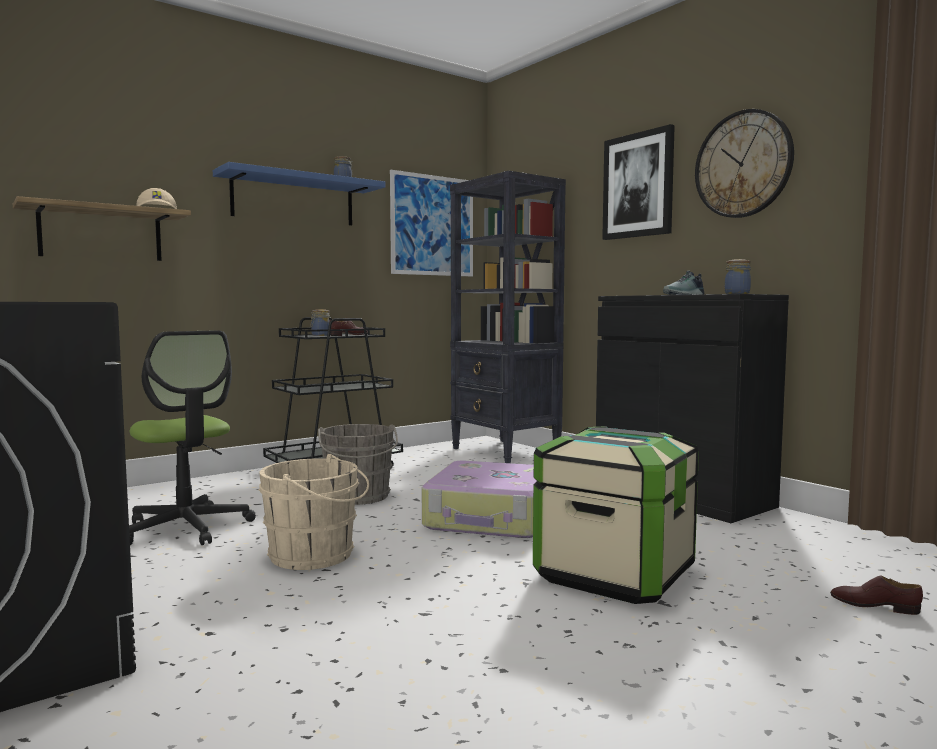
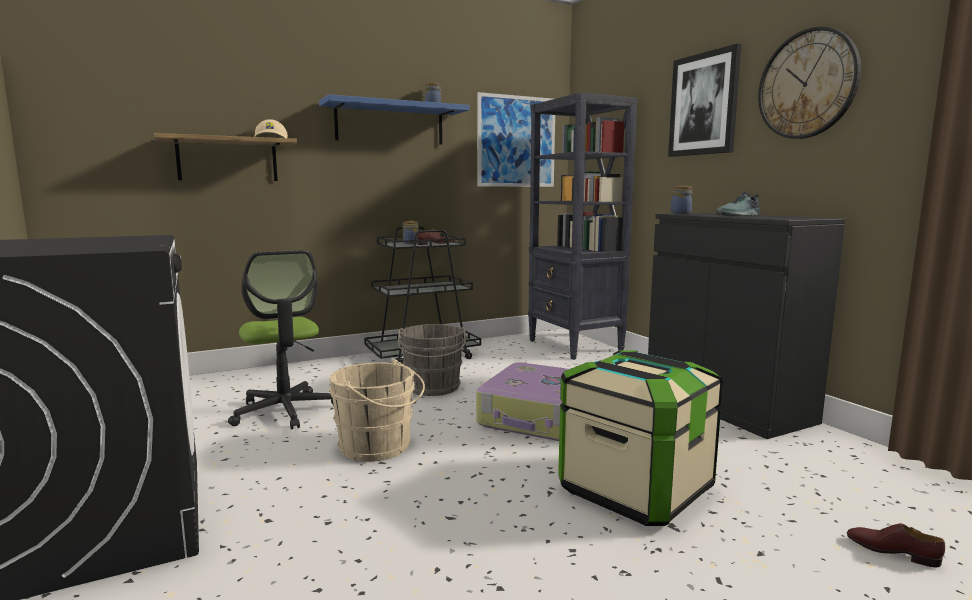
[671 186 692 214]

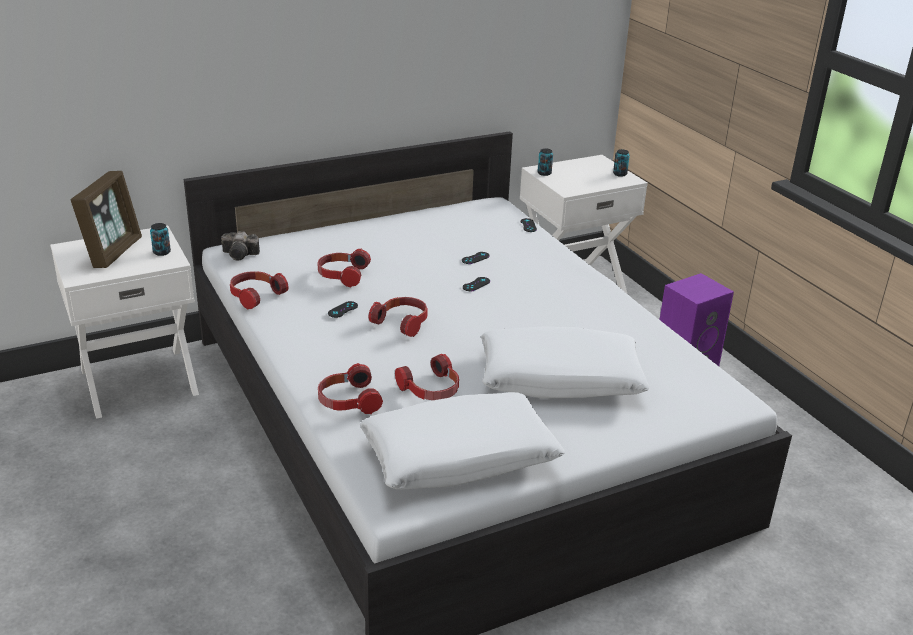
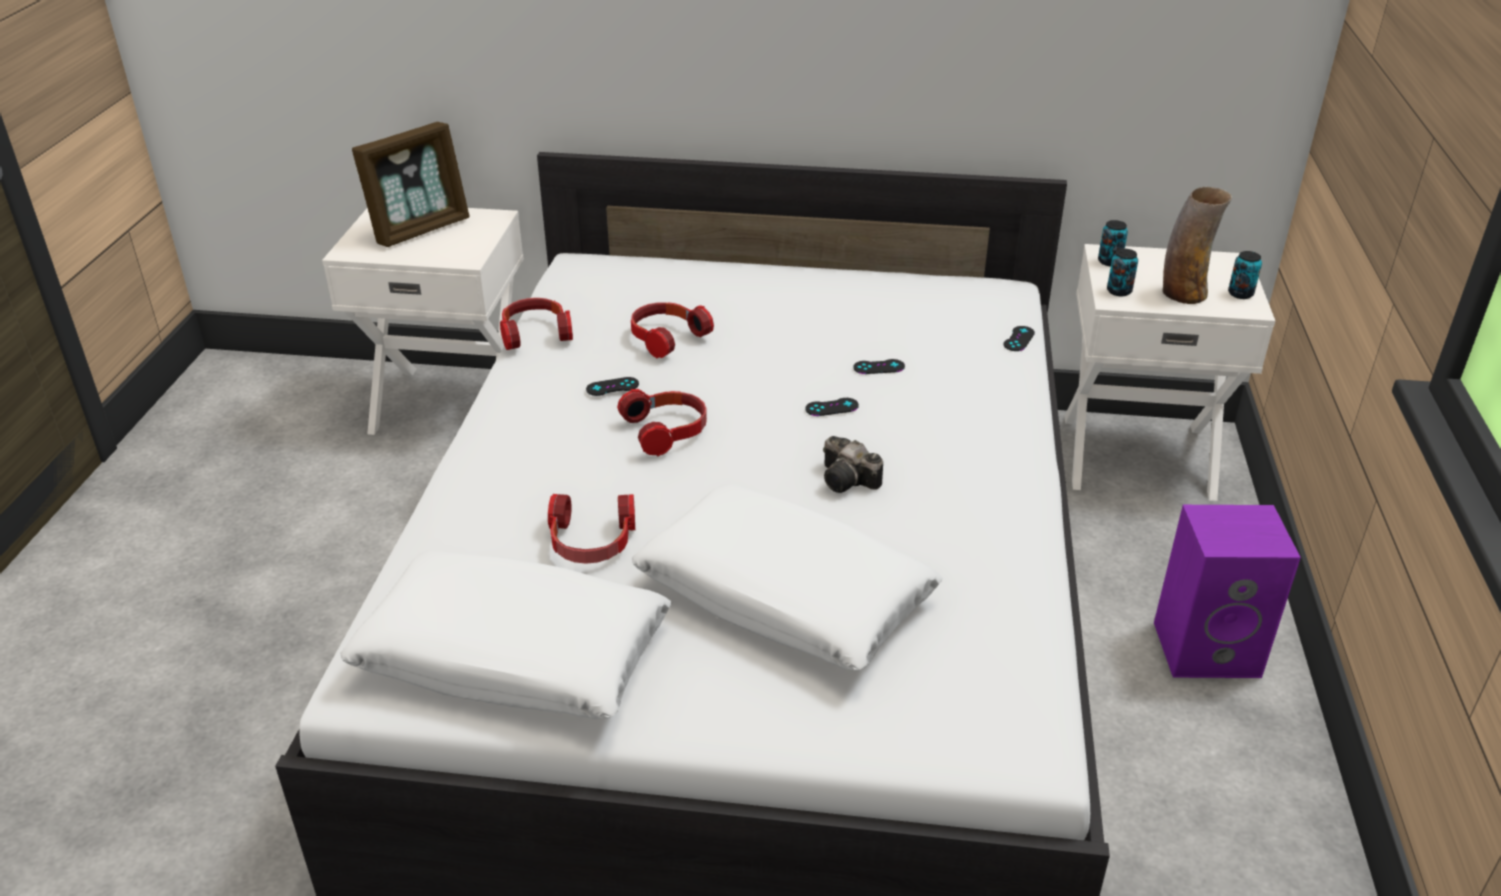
[1107 248 1138 296]
[823 436 883 493]
[318 363 383 414] (first image)
[1163 187 1232 304]

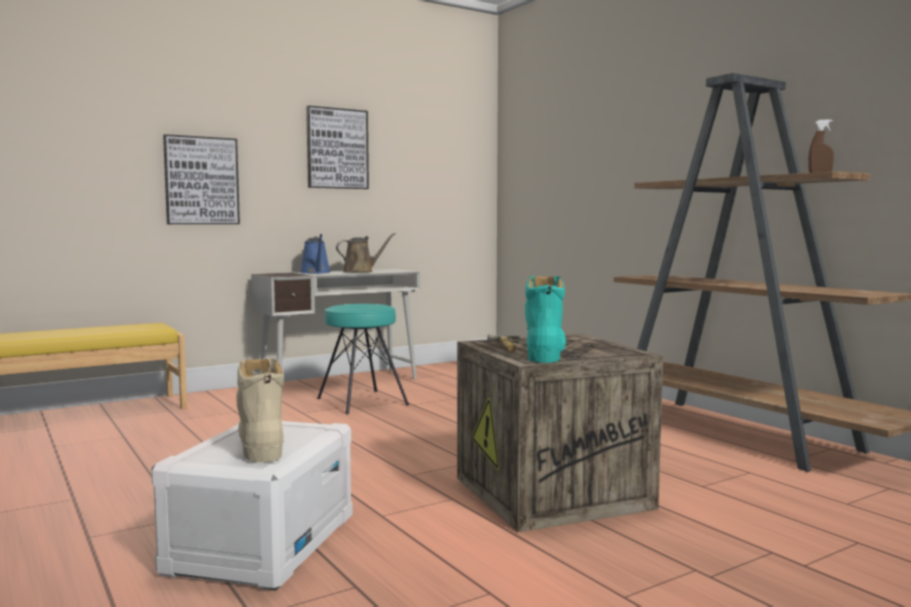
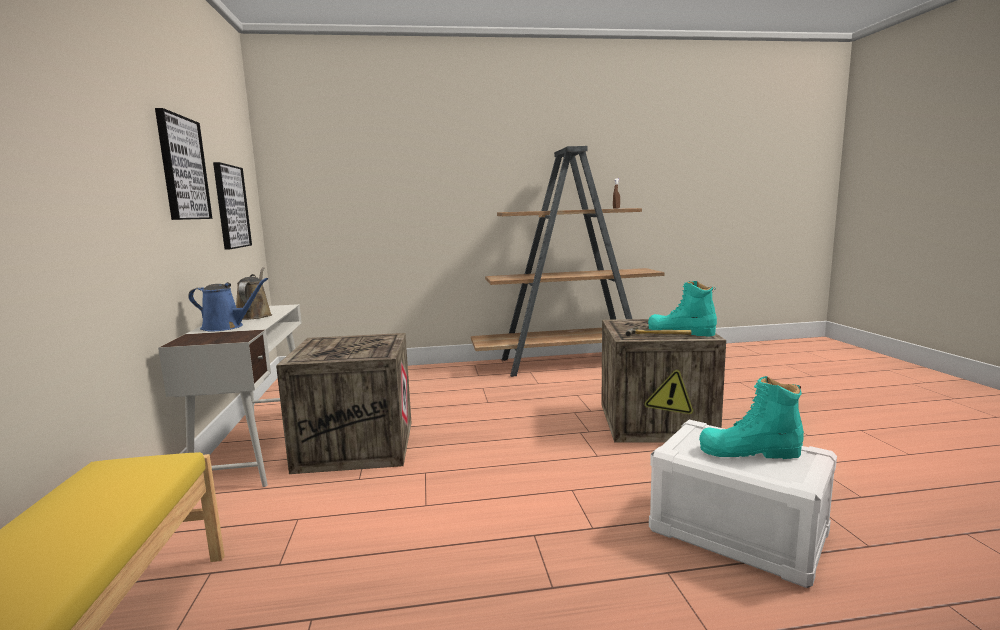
[213 162 252 250]
[699 376 804 459]
[276 333 412 474]

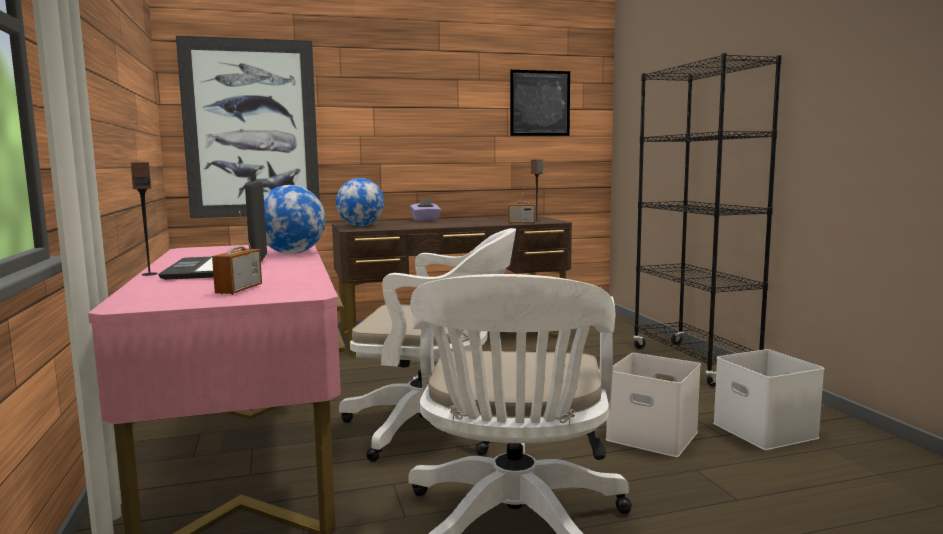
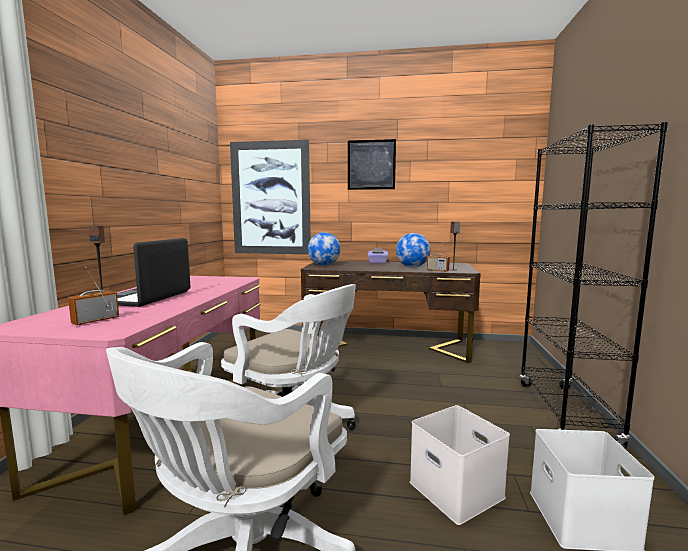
[396 233 430 268]
[348 139 396 190]

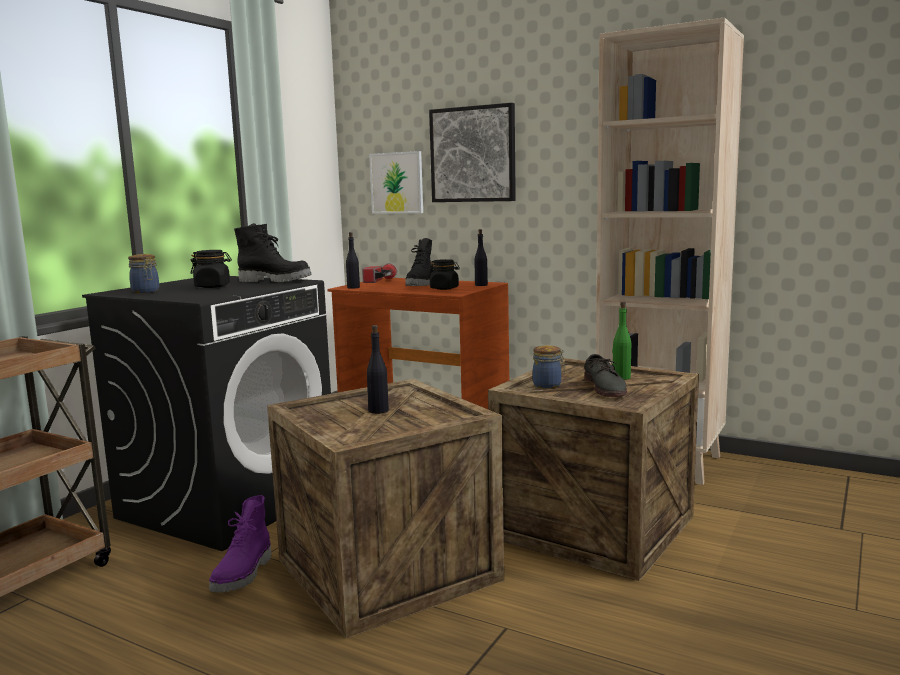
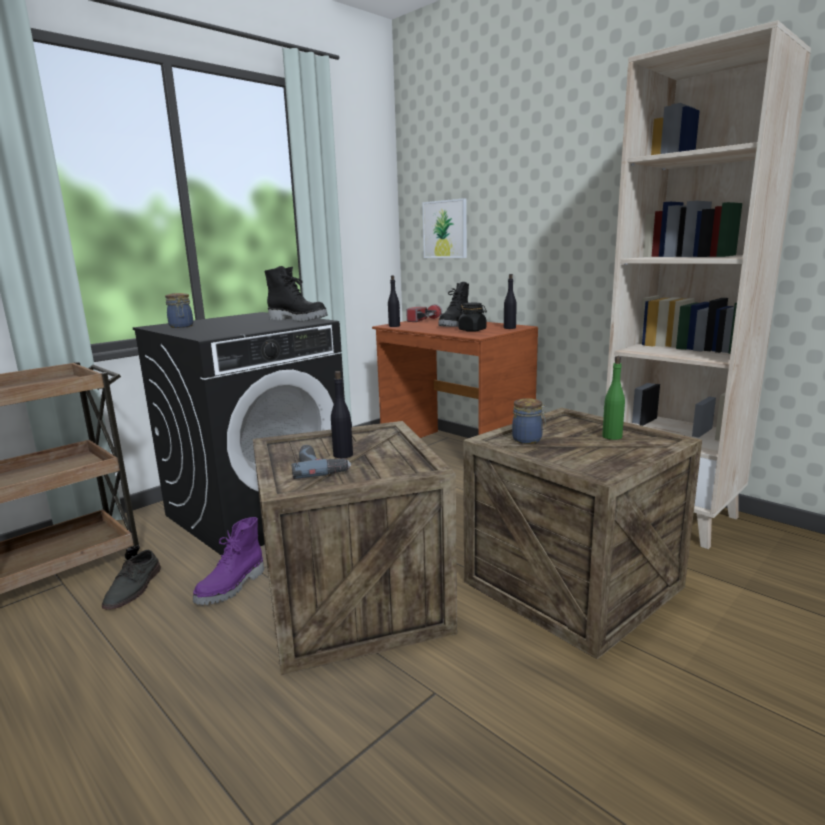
[191 250 232 288] (first image)
[429 103 516 202] (first image)
[102 550 161 609]
[292 445 351 479]

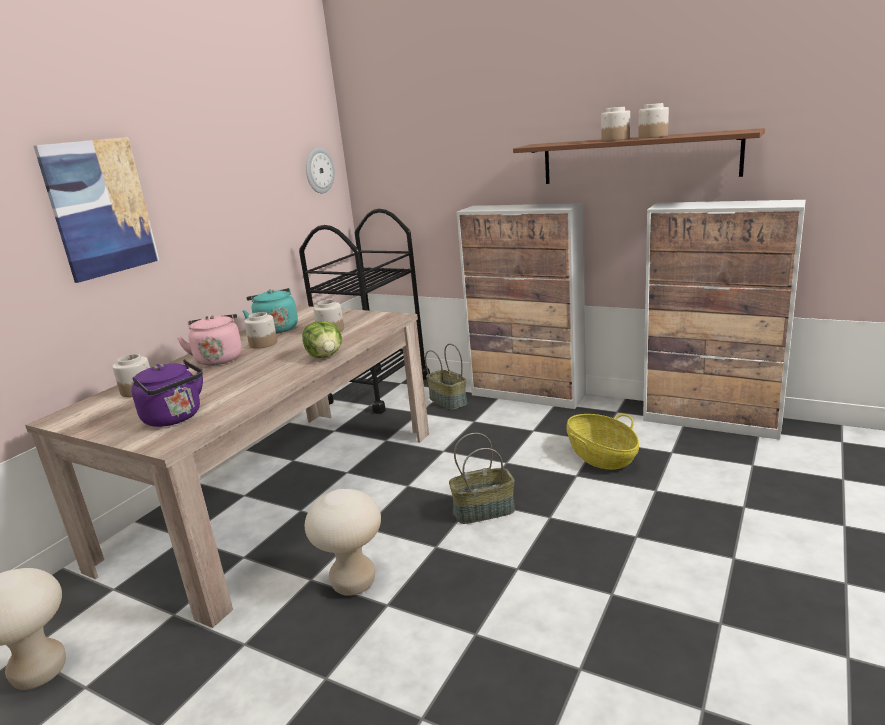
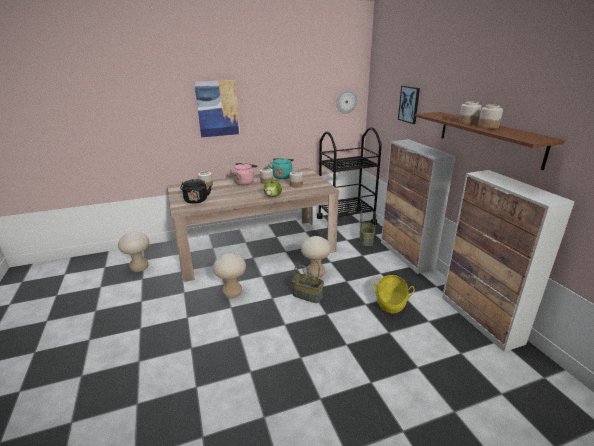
[180 179 211 204]
[301 236 331 278]
[398 86 420 124]

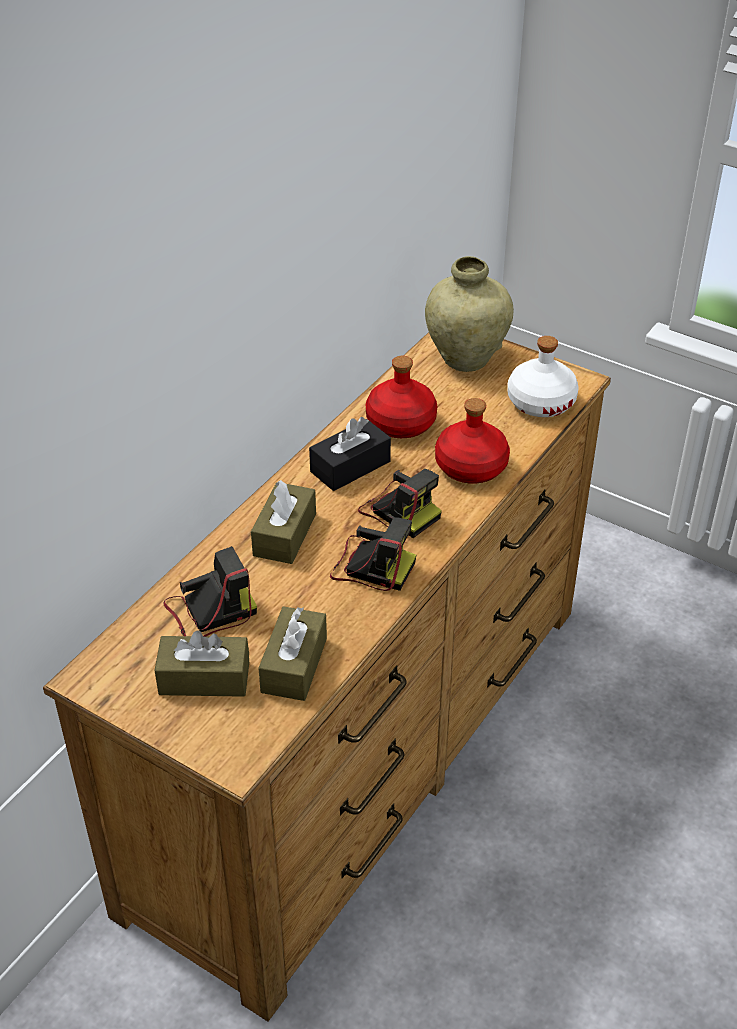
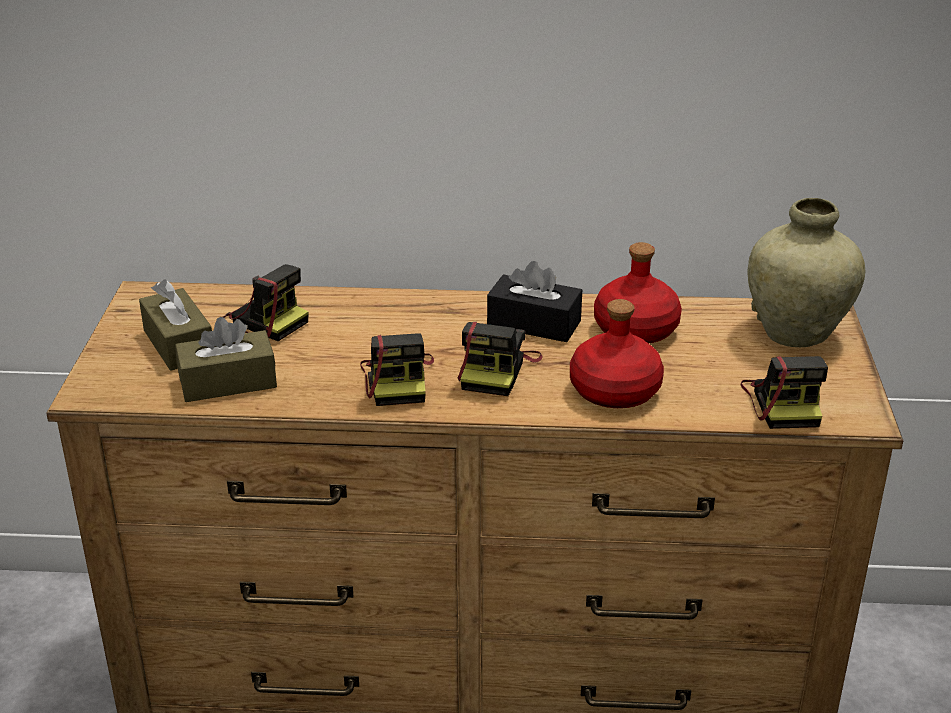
[251 480 316 564] (first image)
[740 356 828 429]

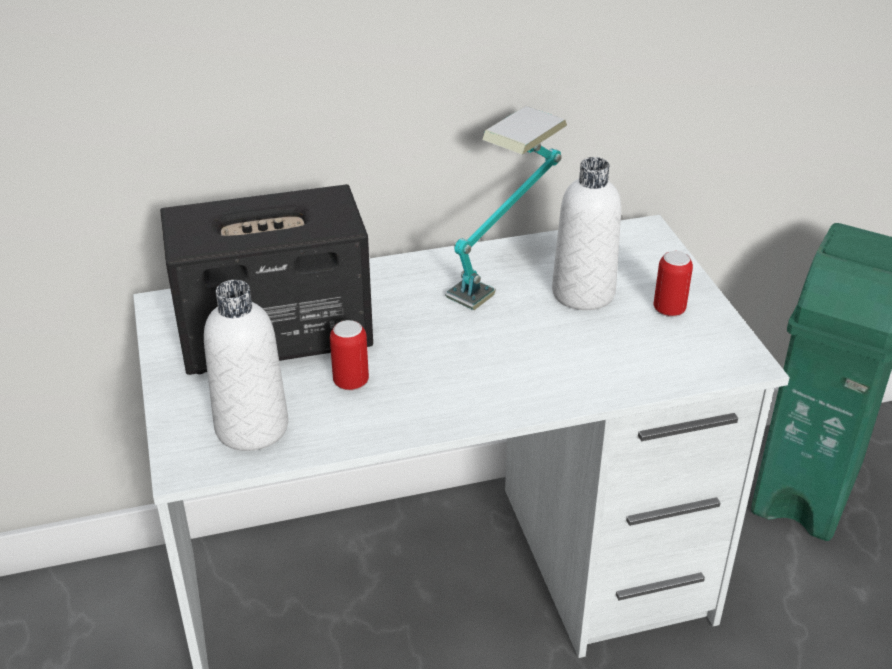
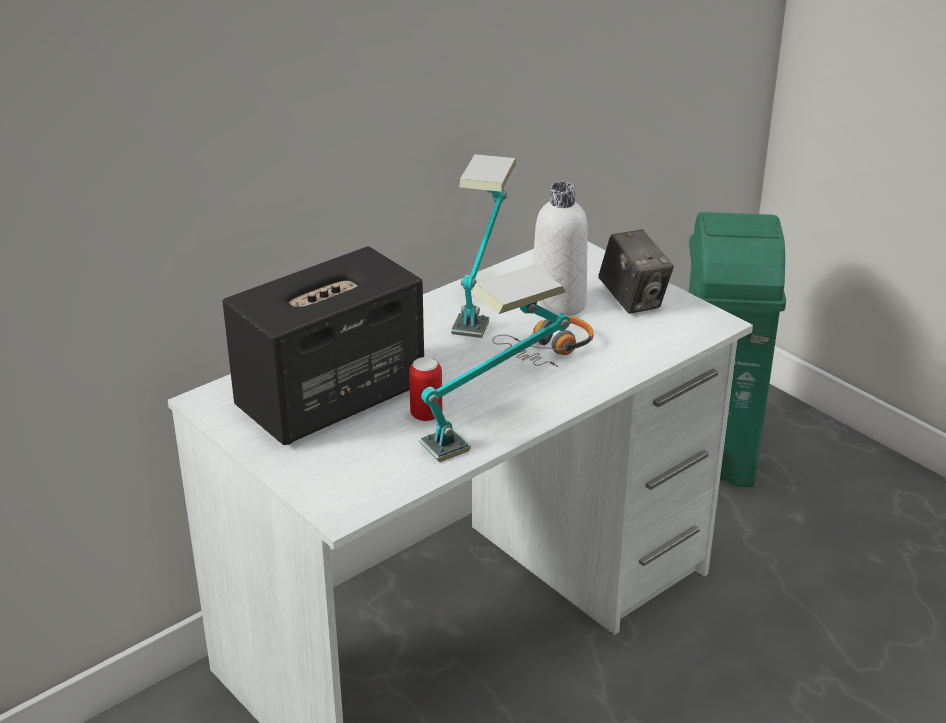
[204 280 288 451] (first image)
[599 230 674 314]
[419 265 570 462]
[493 315 594 367]

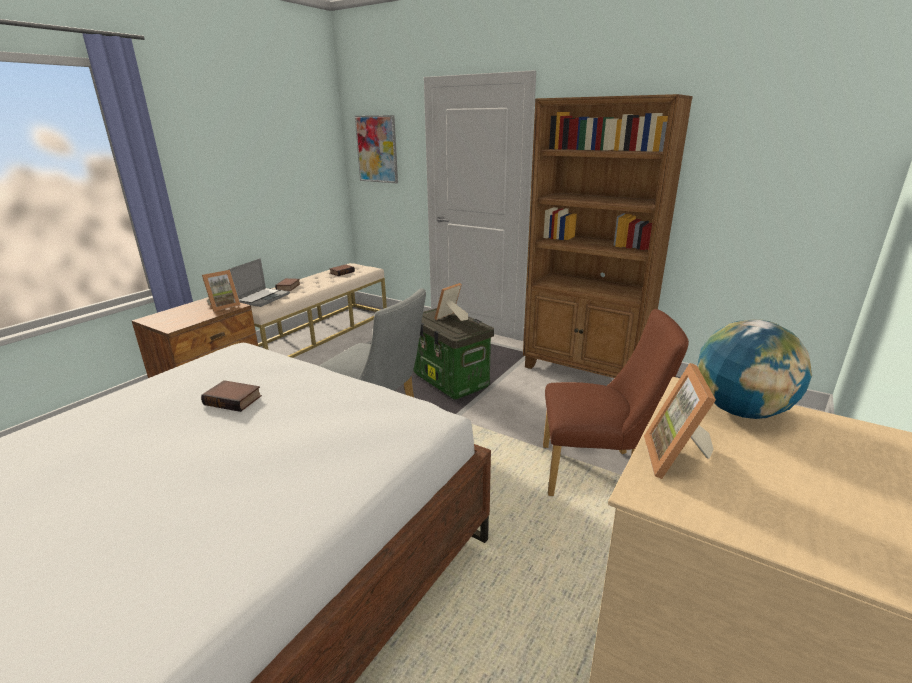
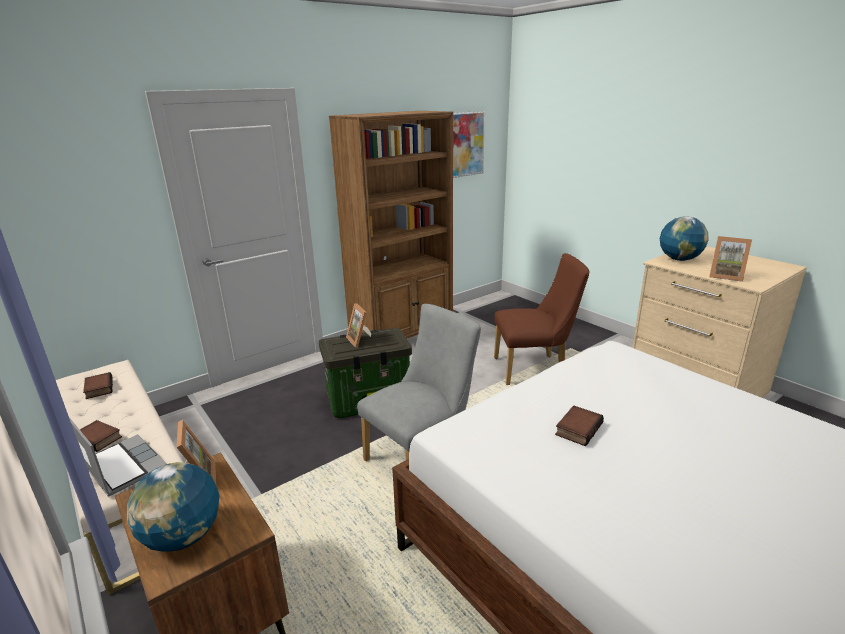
[453 111 485 178]
[494 253 589 385]
[127 462 220 551]

